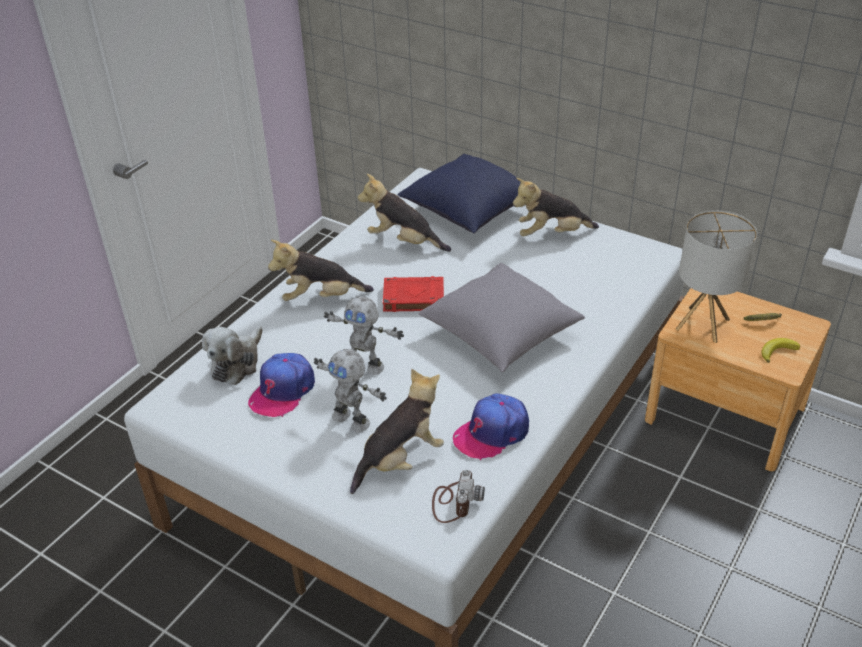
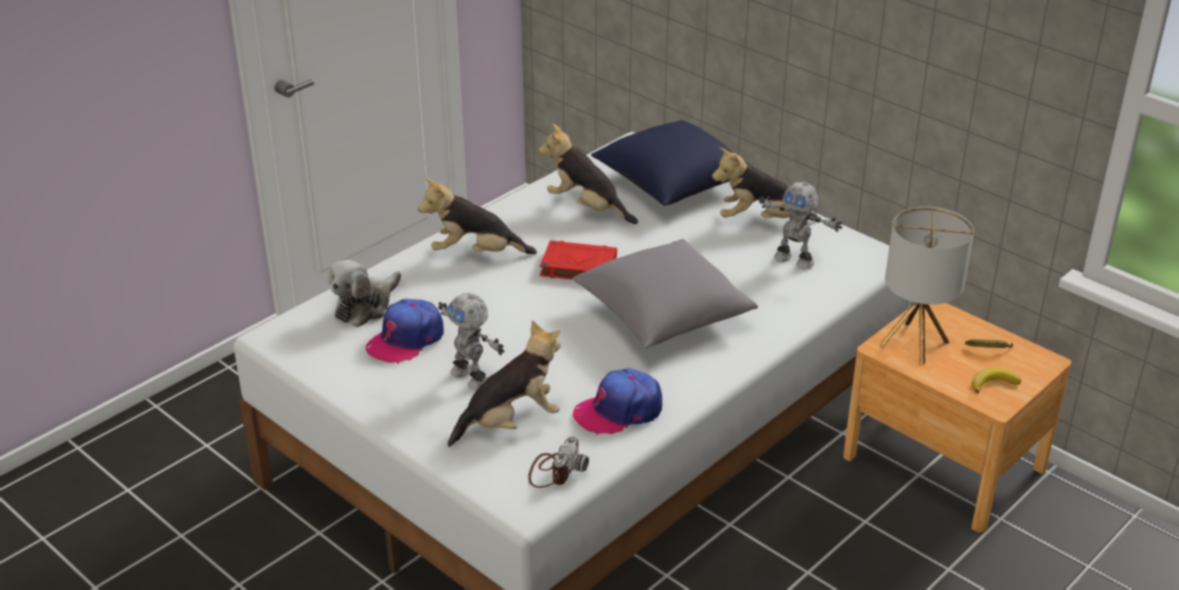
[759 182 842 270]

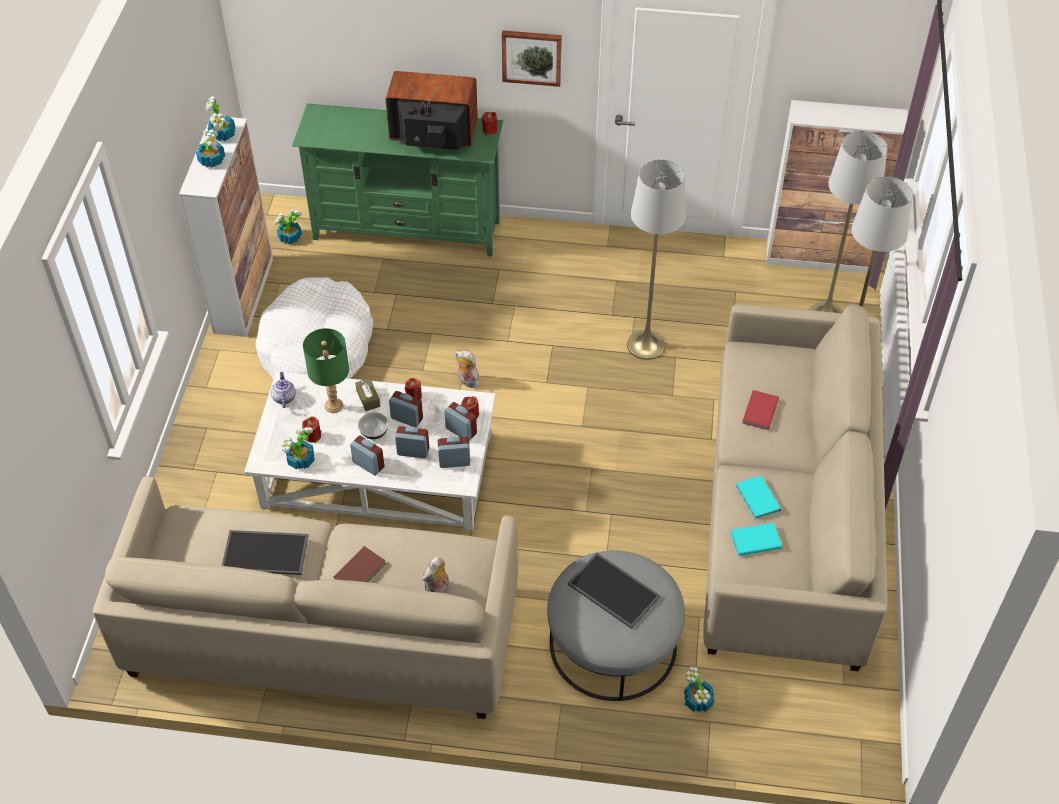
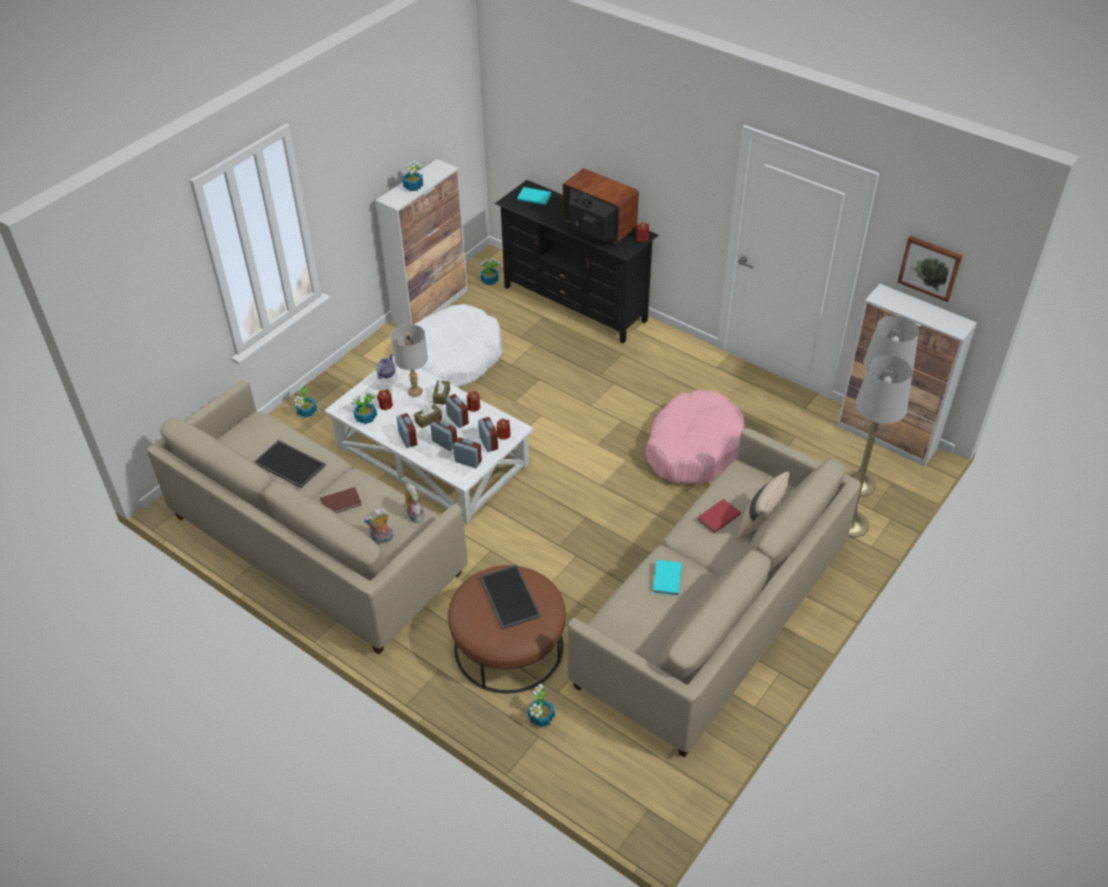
[294 382 317 418]
[495 180 658 343]
[391 324 428 397]
[414 404 442 428]
[403 483 424 523]
[897 236 963 302]
[448 565 566 693]
[646 390 746 484]
[517 187 551 205]
[738 471 789 539]

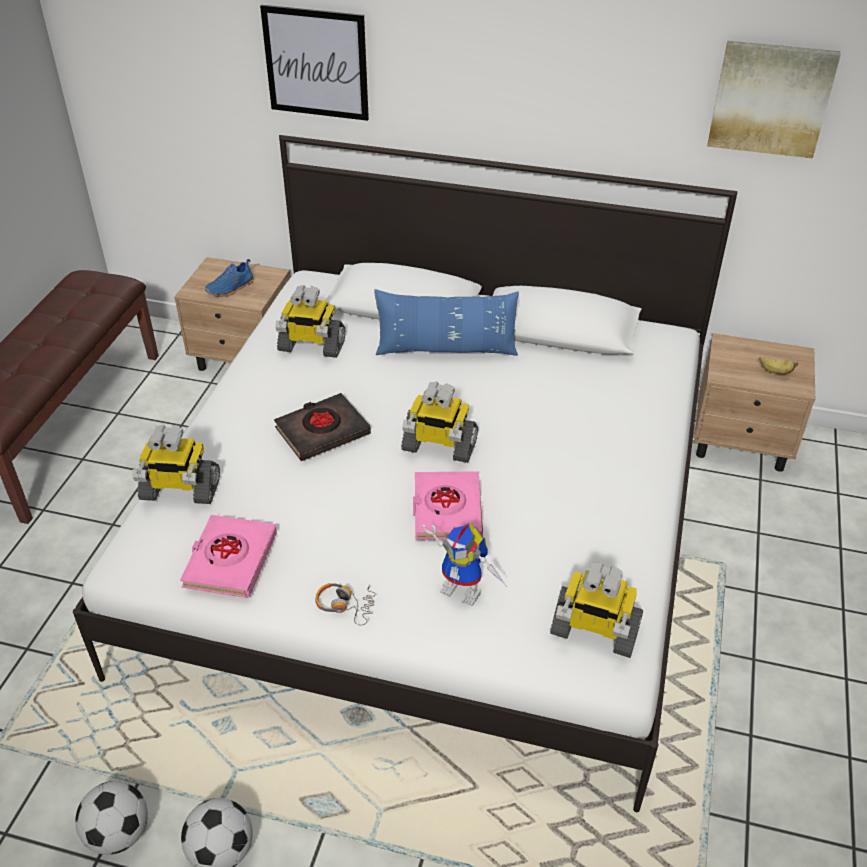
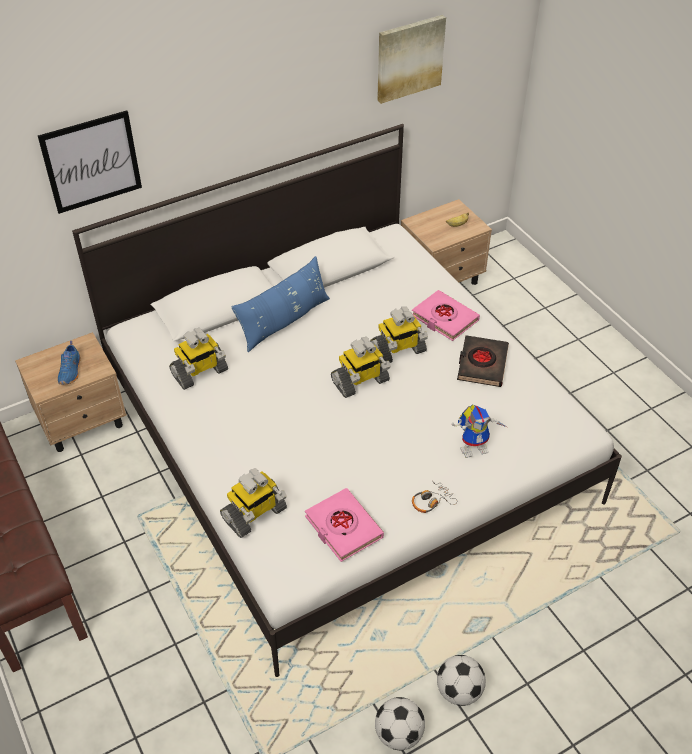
[457 335 509 387]
[412 290 480 341]
[370 307 428 363]

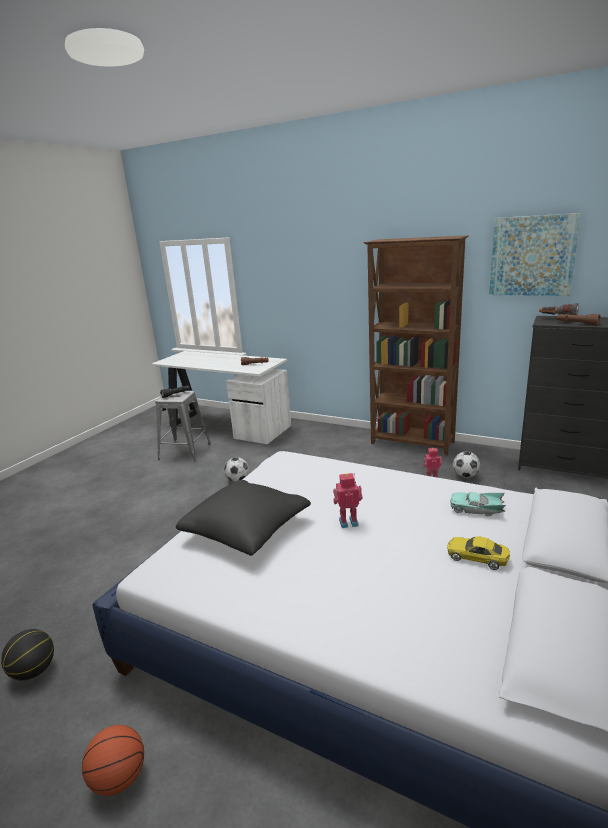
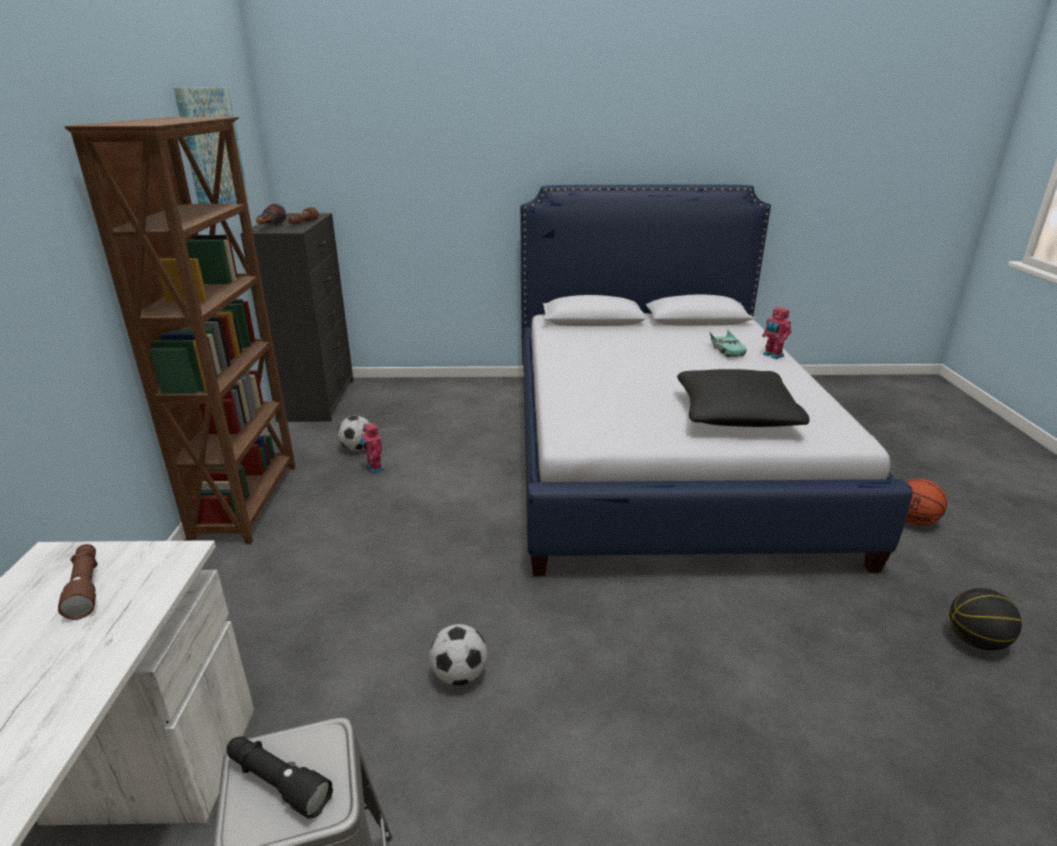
[762 306 792 359]
[447 536 510 570] (first image)
[709 330 747 357]

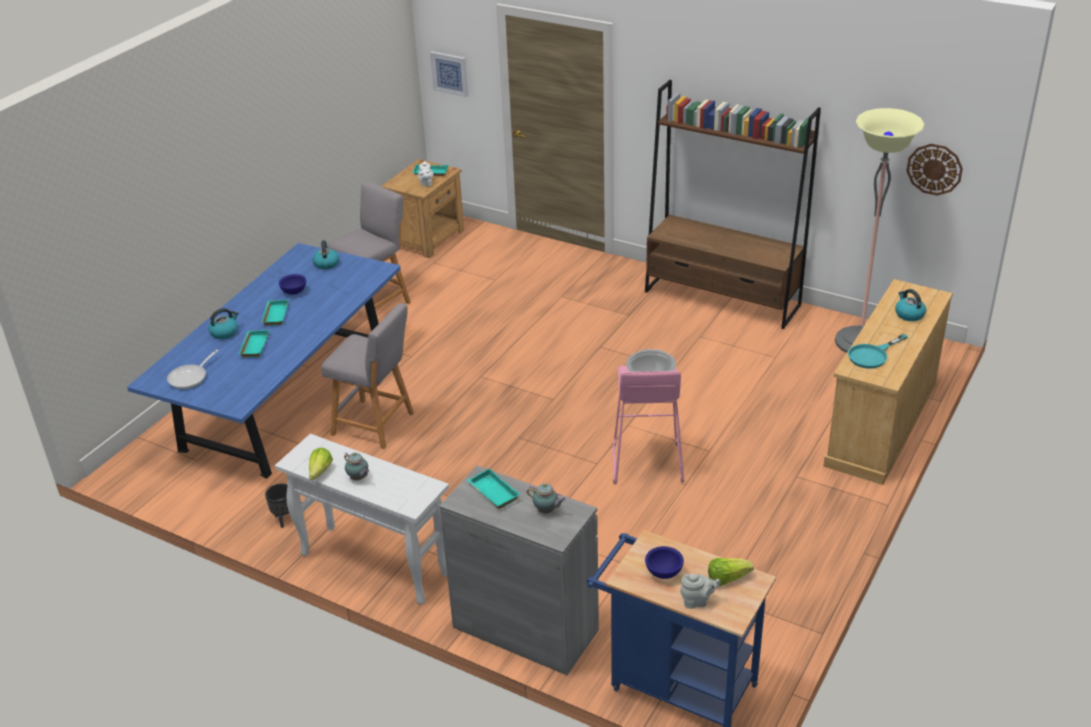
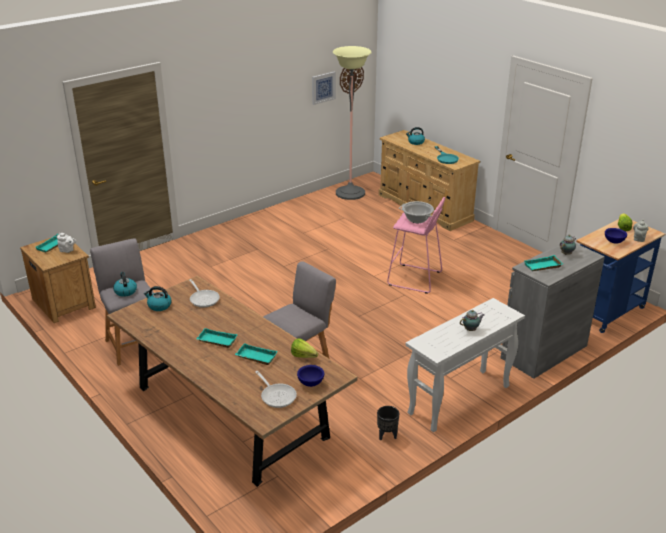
[107 276 357 487]
[113 272 137 297]
[297 365 324 387]
[291 338 318 358]
[312 72 336 105]
[645 80 821 329] (first image)
[190 279 220 308]

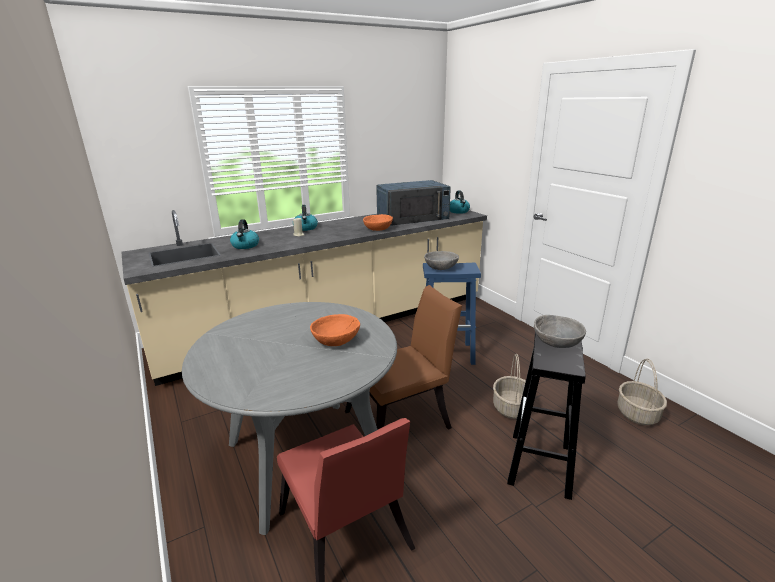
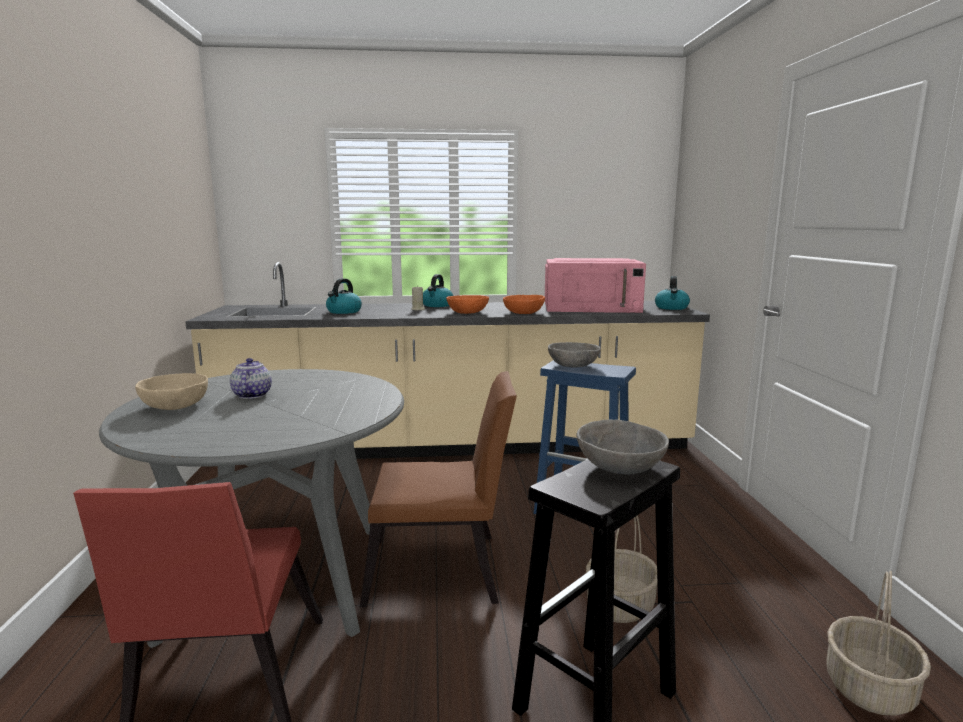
[446 295 489 314]
[545 258 646 313]
[135 373 208 410]
[230 358 272 399]

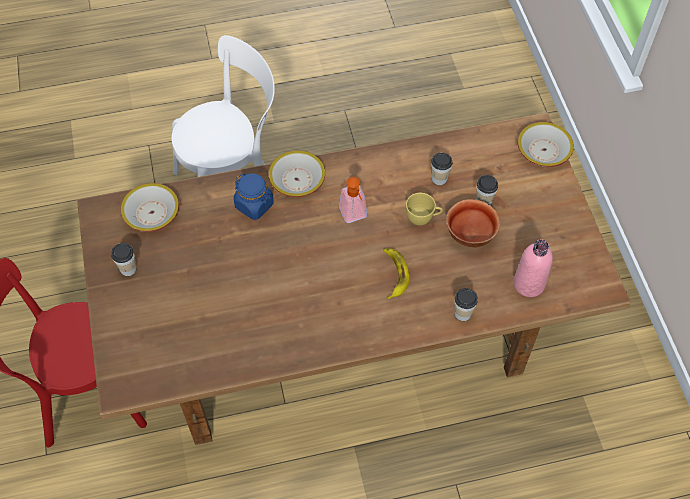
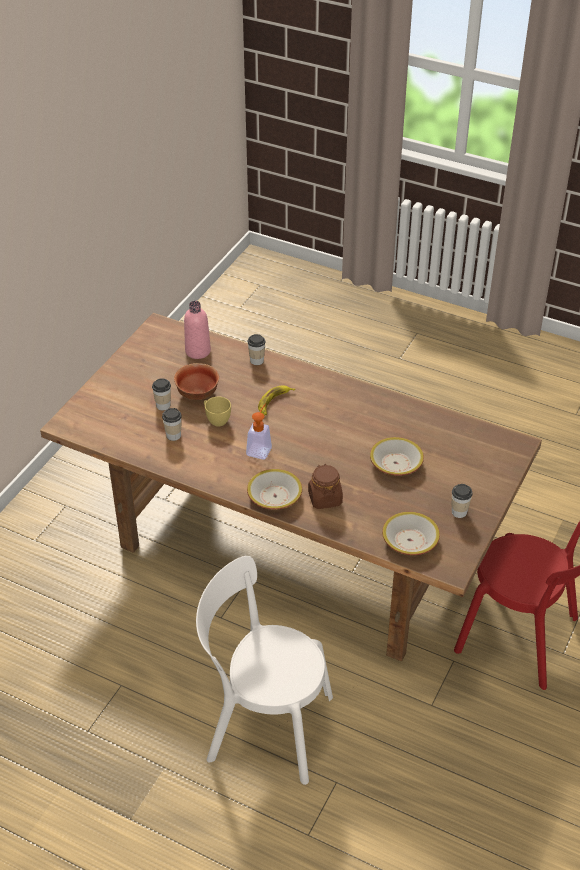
[308 464 343 509]
[370 437 424 476]

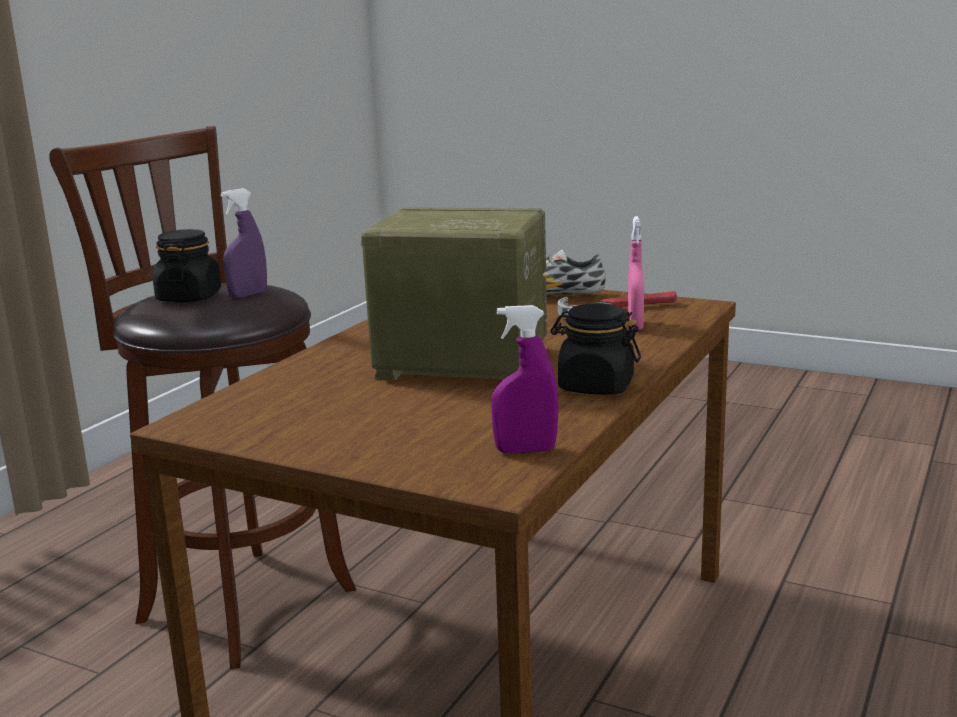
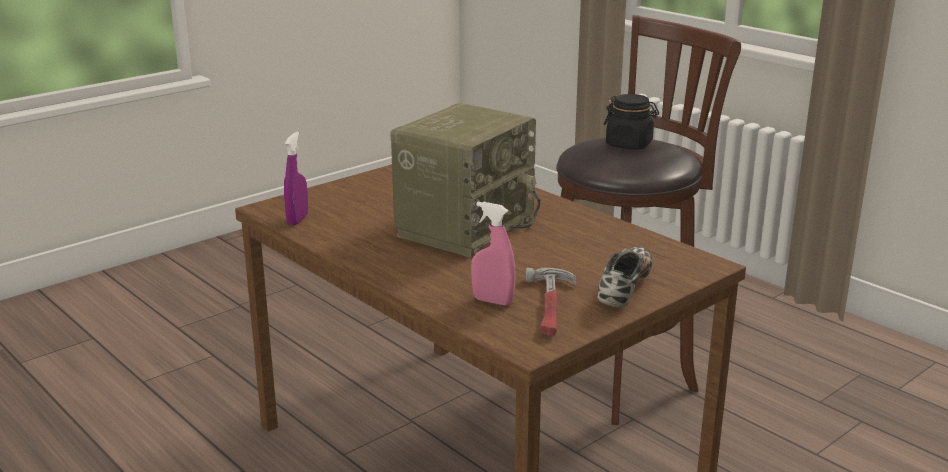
[221 188 267 298] (first image)
[551 303 641 394] (first image)

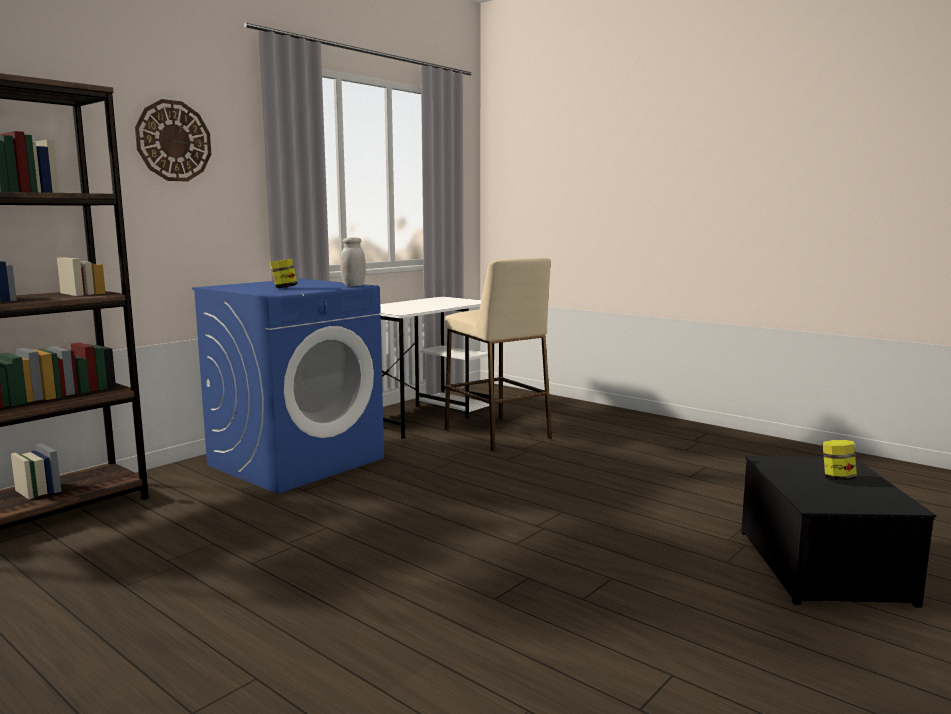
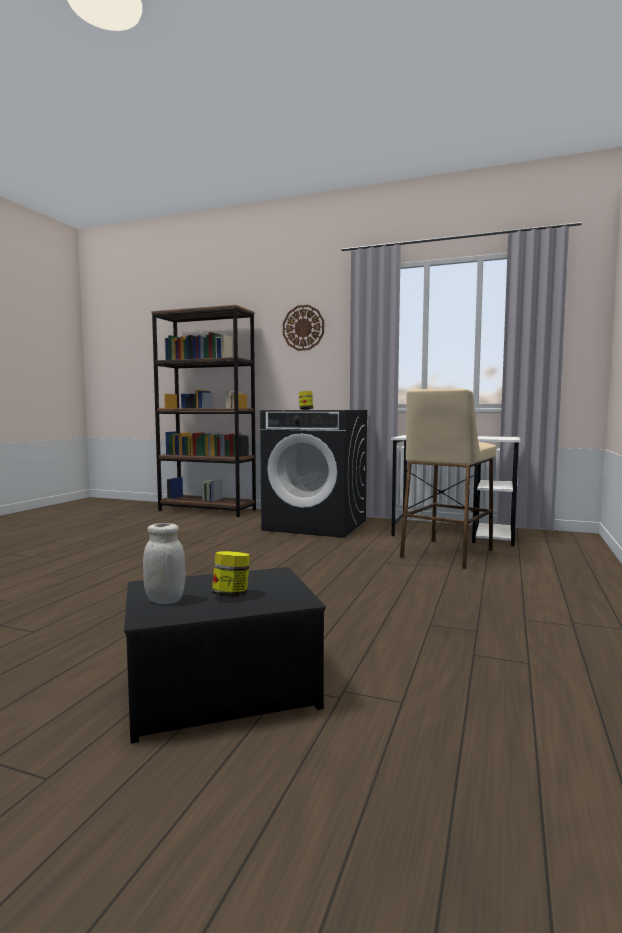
[260 410 368 538]
[143 523 186 604]

